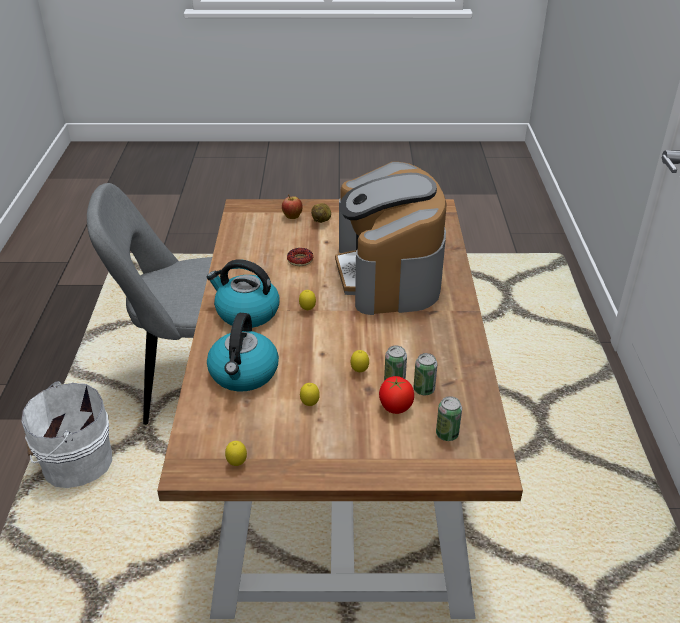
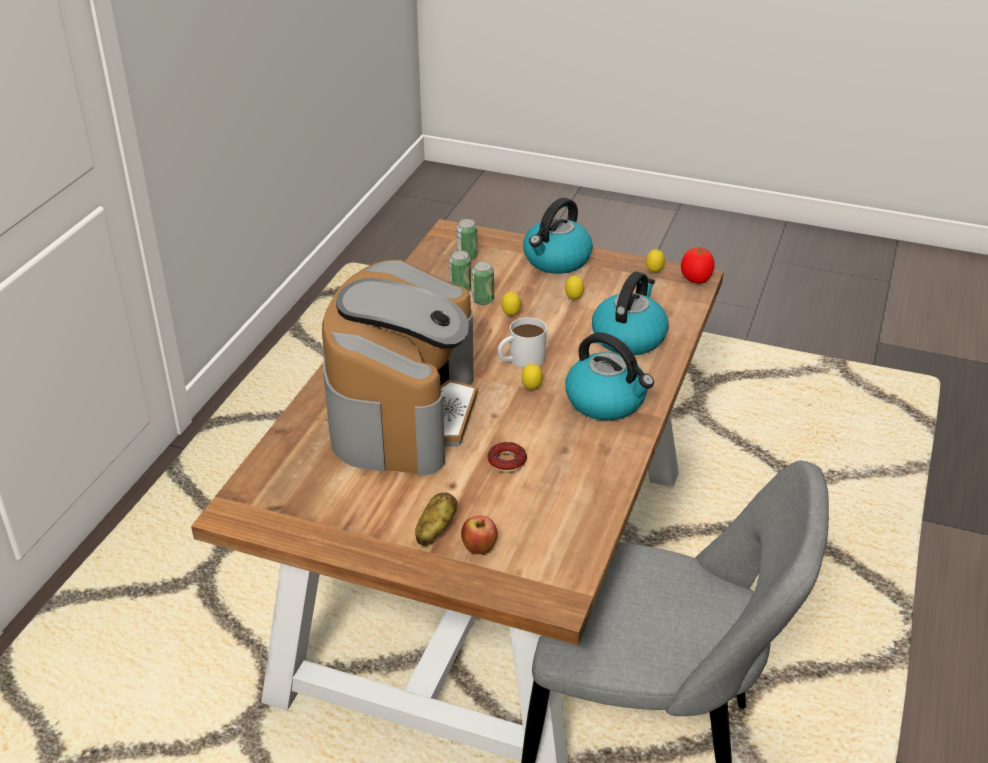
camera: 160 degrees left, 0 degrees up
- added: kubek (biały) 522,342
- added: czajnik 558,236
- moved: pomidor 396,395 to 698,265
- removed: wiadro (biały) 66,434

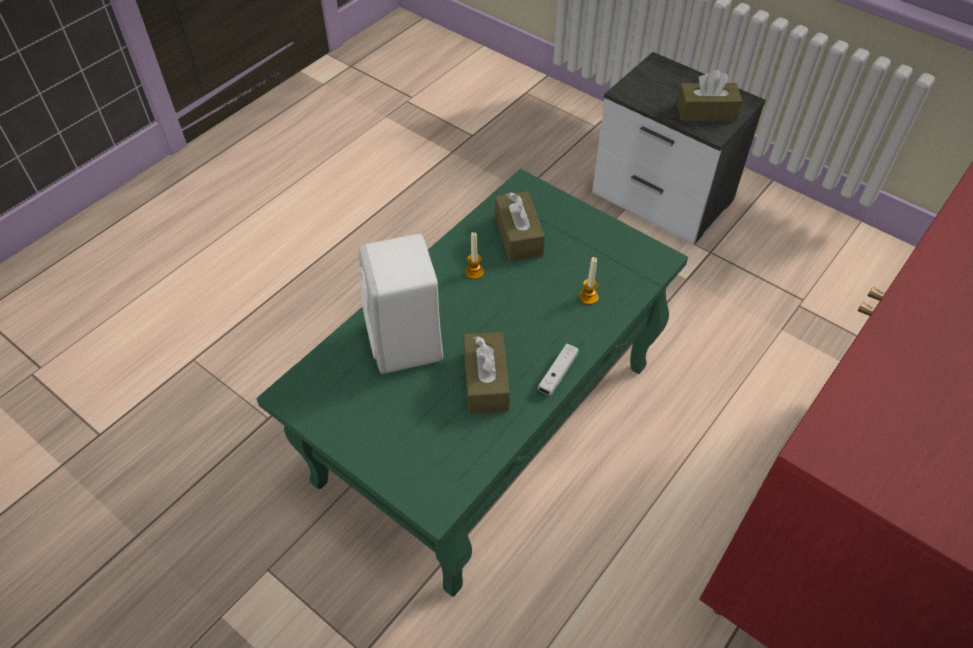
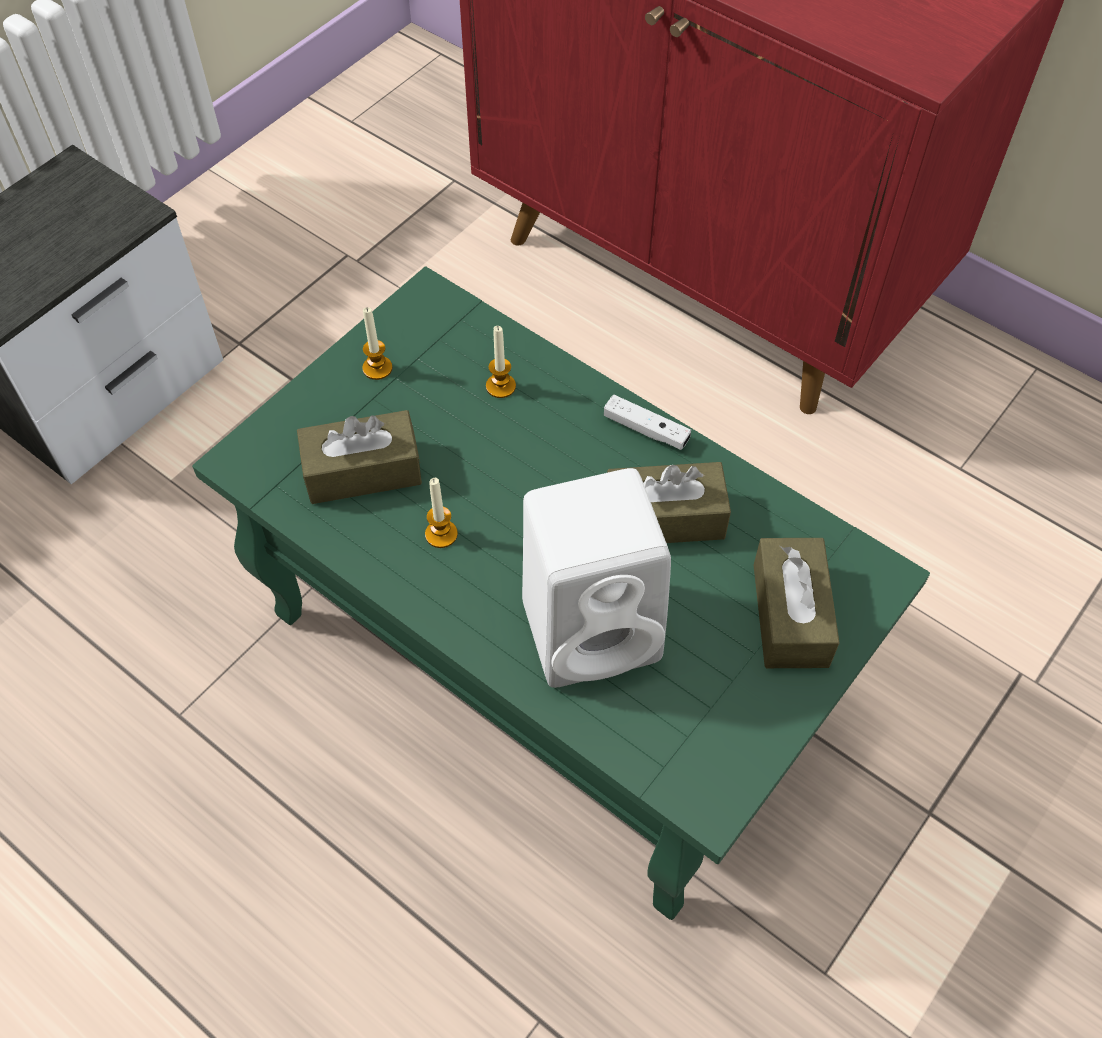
camera: 90 degrees left, 5 degrees up
- added: świeca 377,343
- moved: pudełko chusteczek (brązowy) 709,96 to 797,603

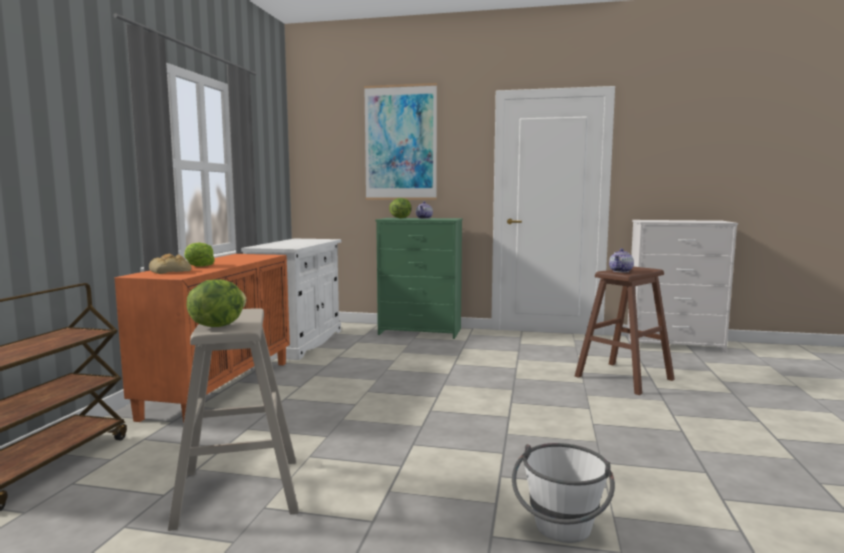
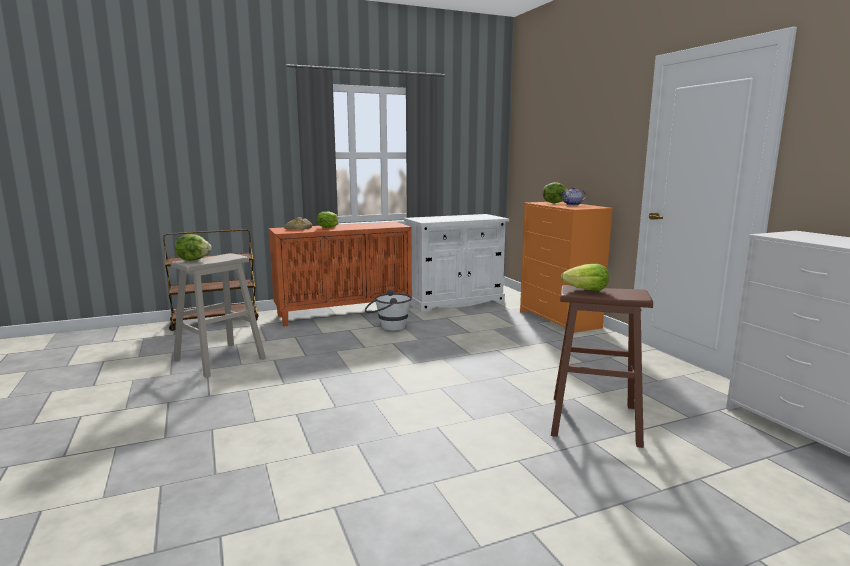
camera: 55 degrees right, 5 degrees up
- moved: wiadro (biały) 563,493 to 388,310
- recoloured: komoda (zielony) 419,278 to komoda (pomarańczowy) 566,267
- replaced: imbryk 621,261 to sałata 585,277
- removed: obraz 400,141

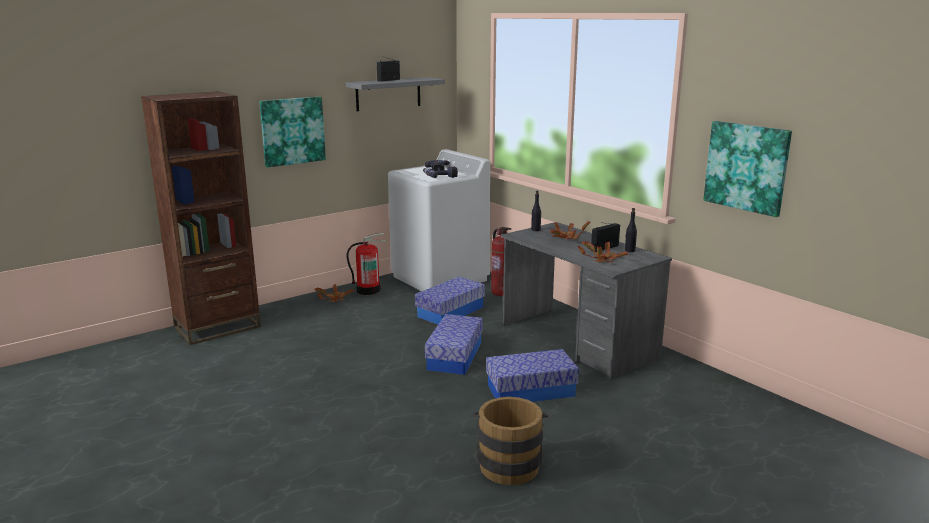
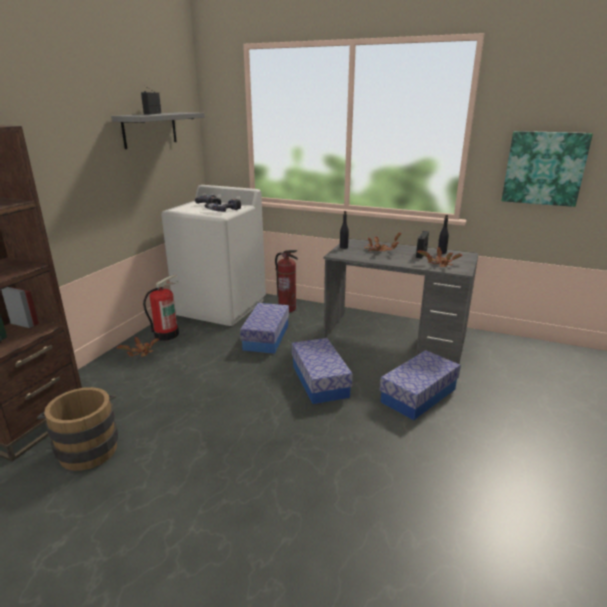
camera: 30 degrees left, 5 degrees up
- moved: wiadro (brązowy) 510,441 to 77,429
- removed: obraz 292,132

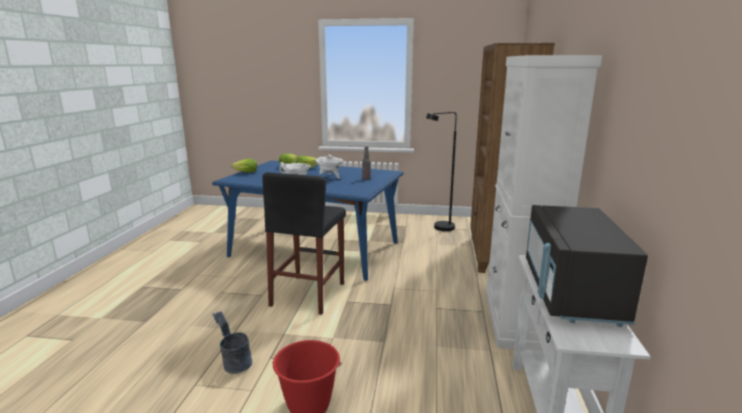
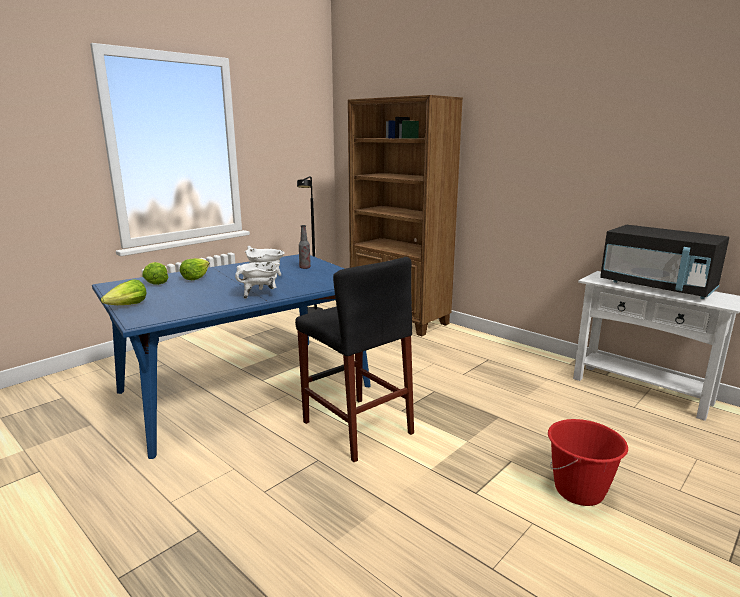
camera: 55 degrees left, 0 degrees up
- removed: wiadro (szary) 232,342
- removed: szafka (biały) 544,203

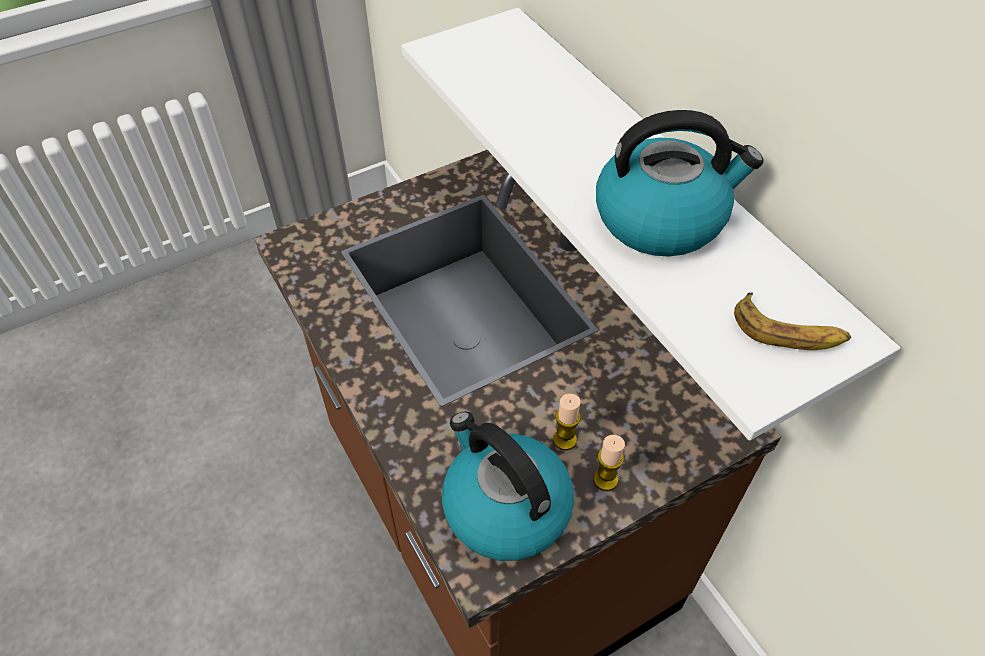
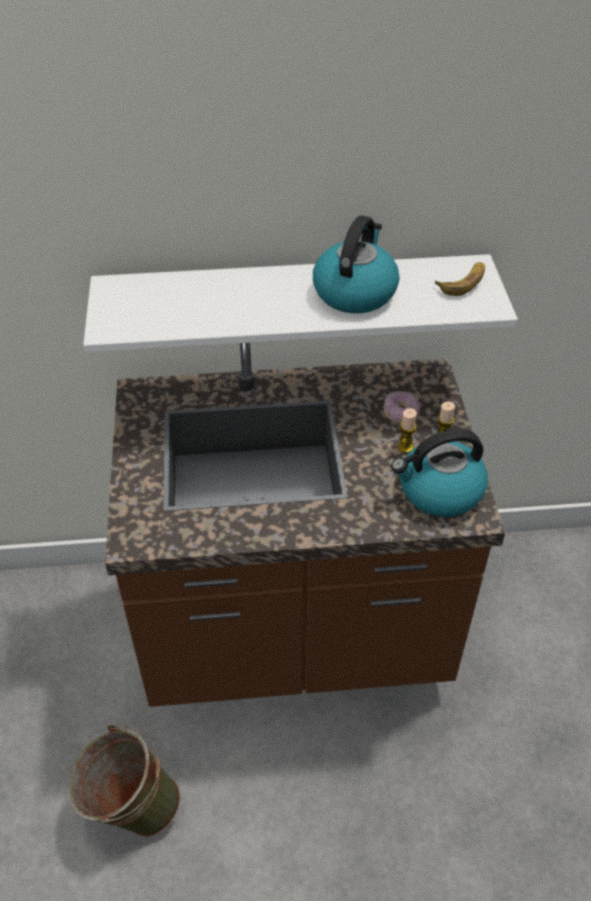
camera: 65 degrees left, 5 degrees down
- added: wiadro (zielony) 125,781
- added: donut 402,407

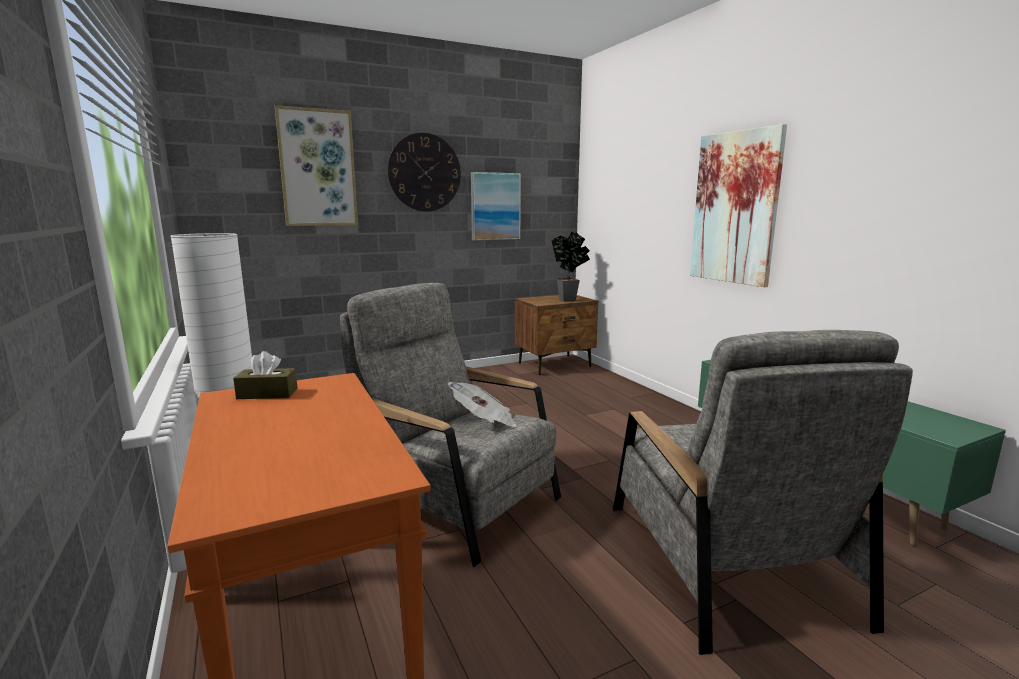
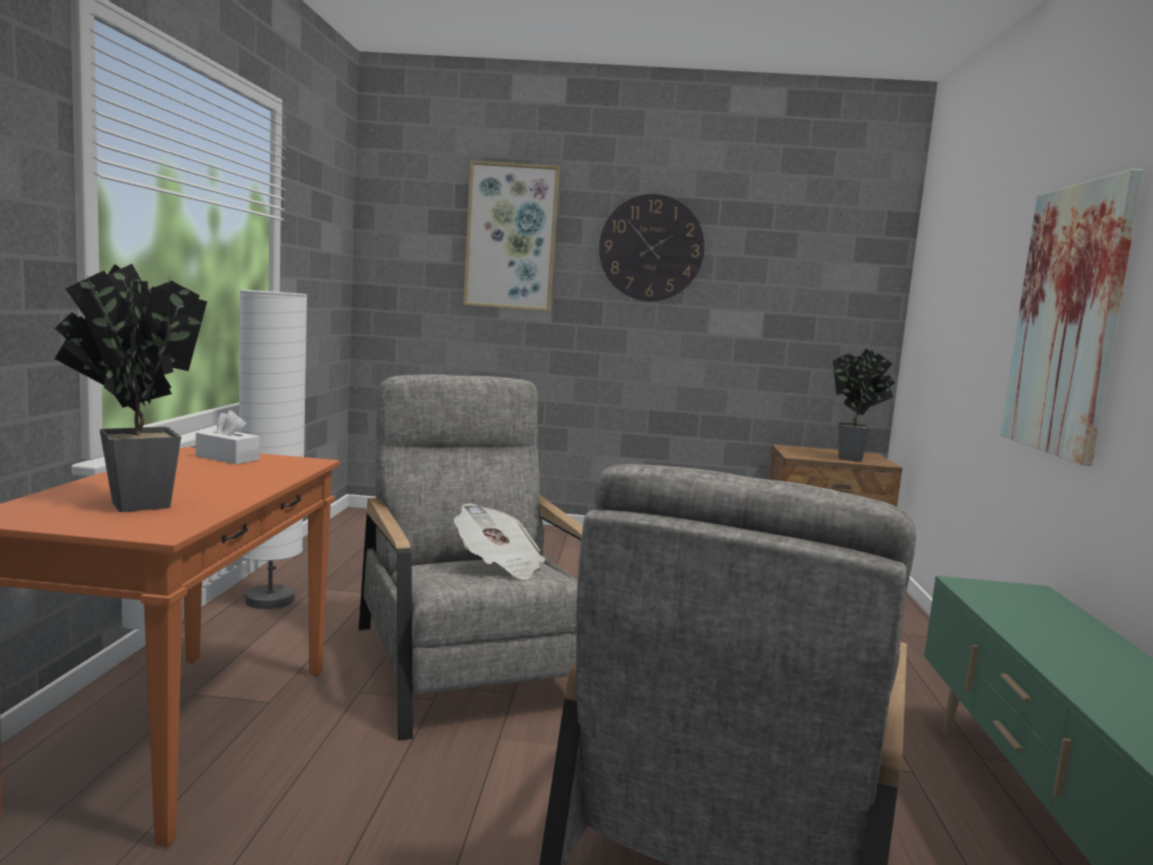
camera: 30 degrees right, 5 degrees down
- added: roślina doniczkowa 131,388
- recoloured: pudełko chusteczek (brązowy) 265,375 to pudełko chusteczek (biały) 228,437
- removed: obraz 496,206

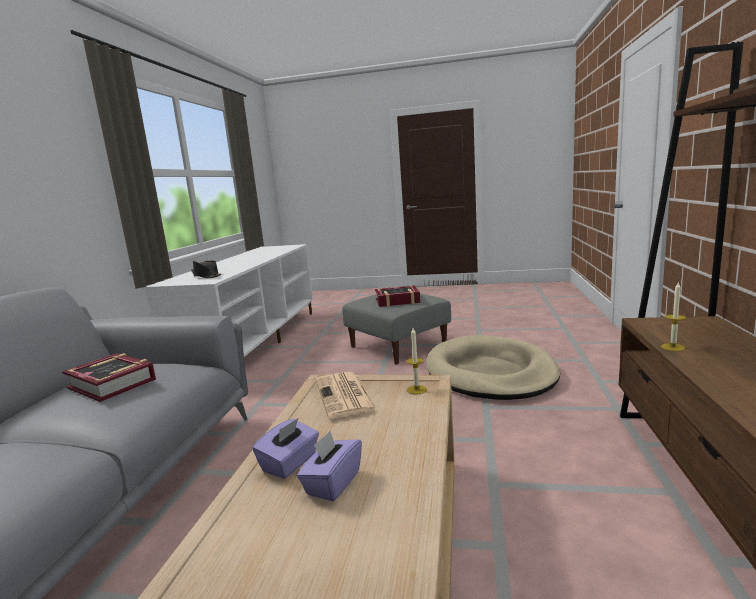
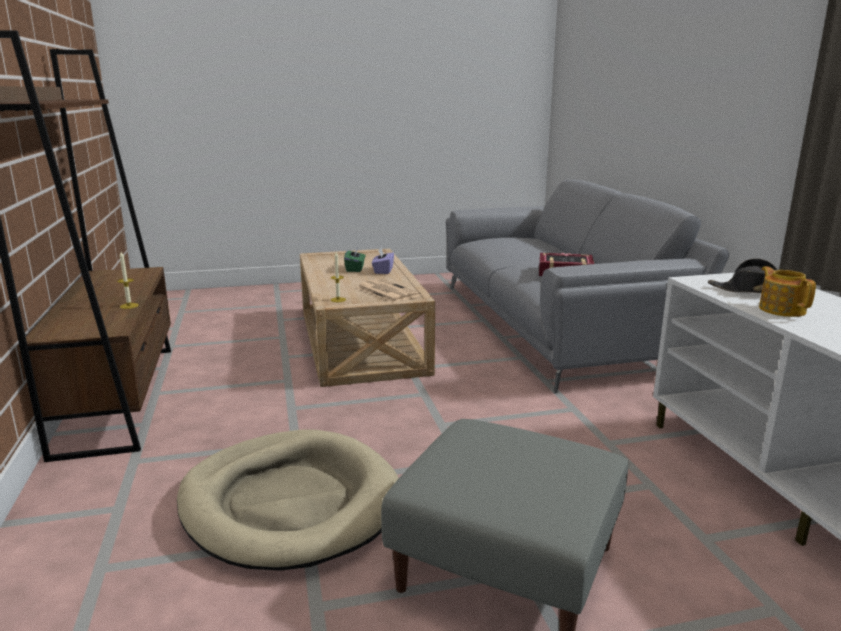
camera: 155 degrees right, 5 degrees up
- recoloured: pudełko chusteczek (fioletowy) 329,466 to pudełko chusteczek (zielony) 354,259
- added: imbryk 787,291
- removed: książka 398,296

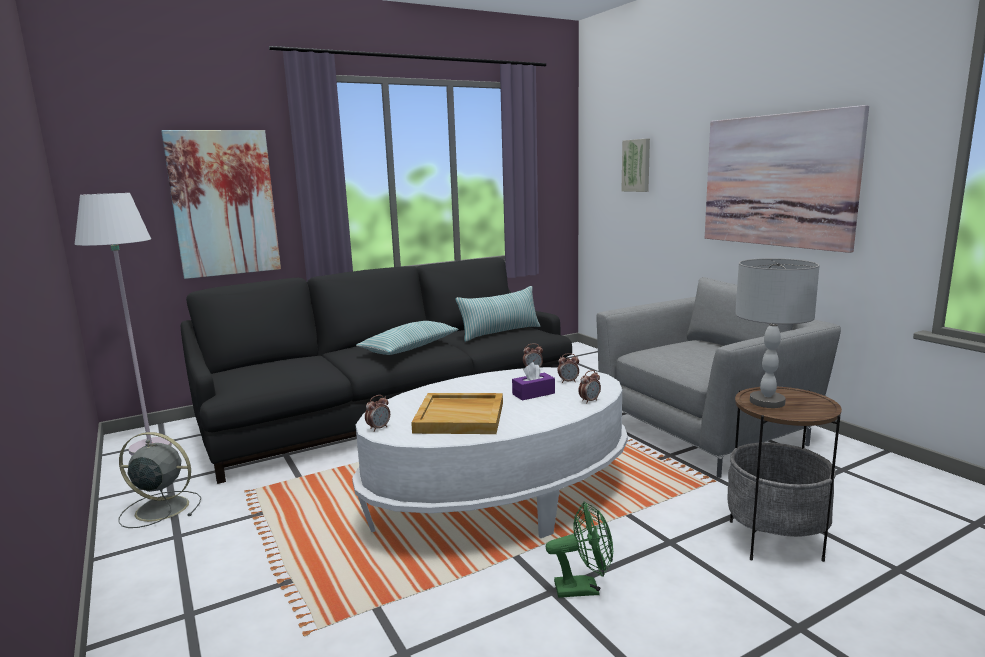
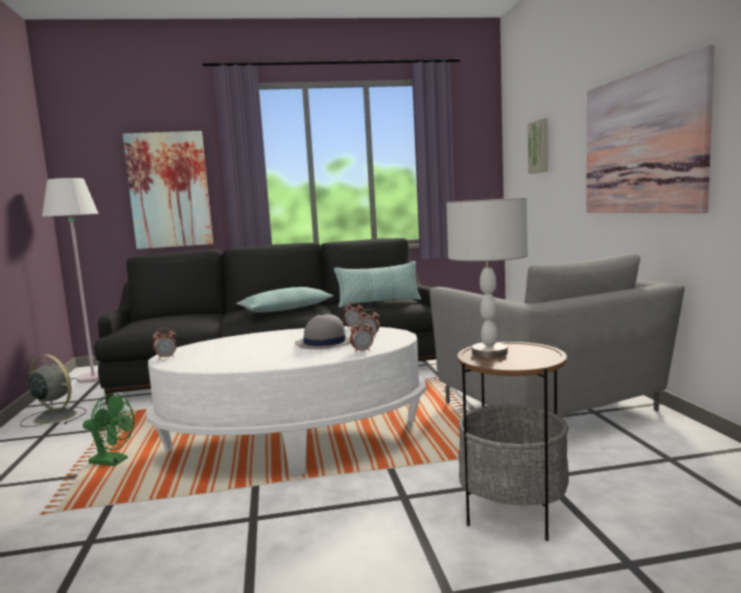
camera: 20 degrees right, 5 degrees down
- moved: wentylator (zielony) 579,550 to 109,429
- replaced: pudełko chusteczek (fioletowy) 533,381 to kapelusz (szary) 322,331
- turned: fotel (szary) 719,377 = 557,334 75 degrees clockwise
- removed: taca (beżowy) 457,413

